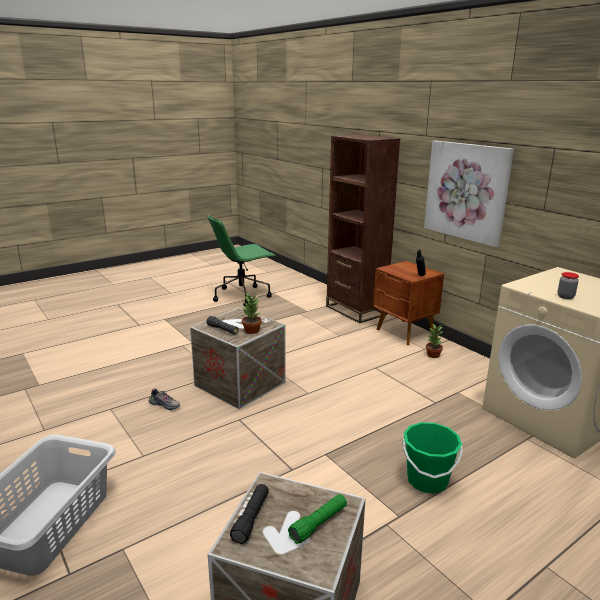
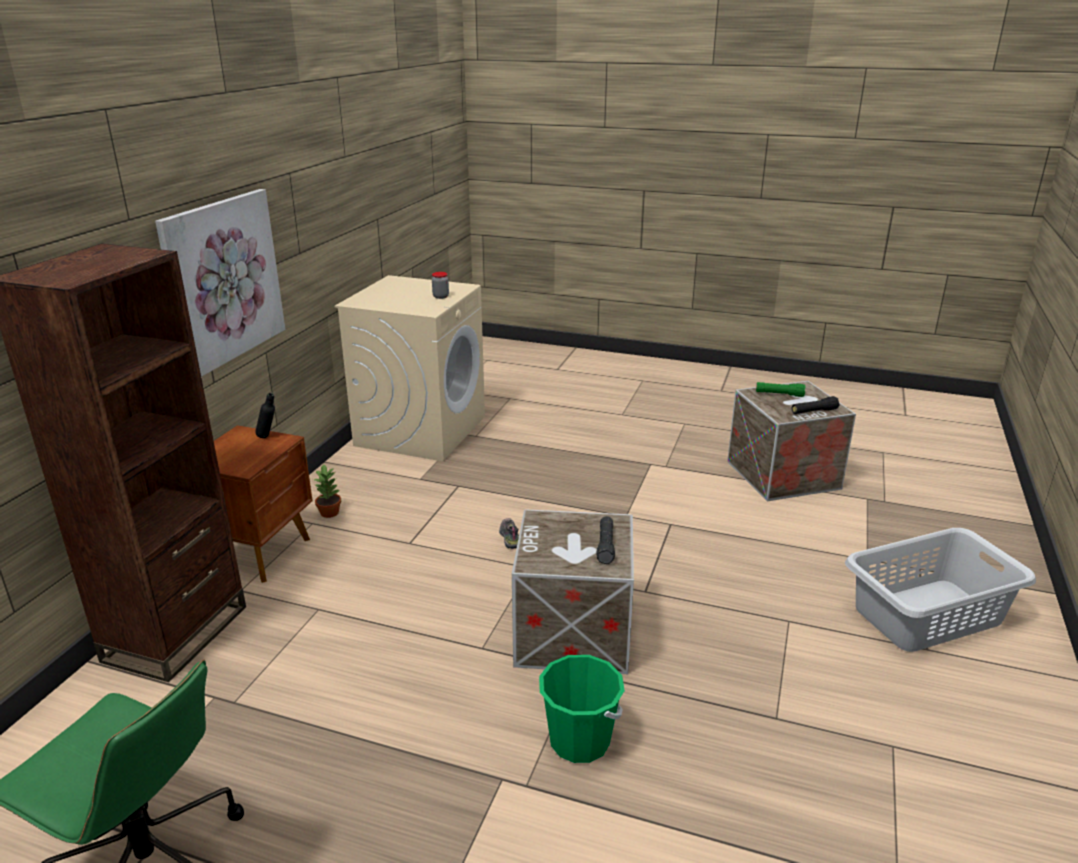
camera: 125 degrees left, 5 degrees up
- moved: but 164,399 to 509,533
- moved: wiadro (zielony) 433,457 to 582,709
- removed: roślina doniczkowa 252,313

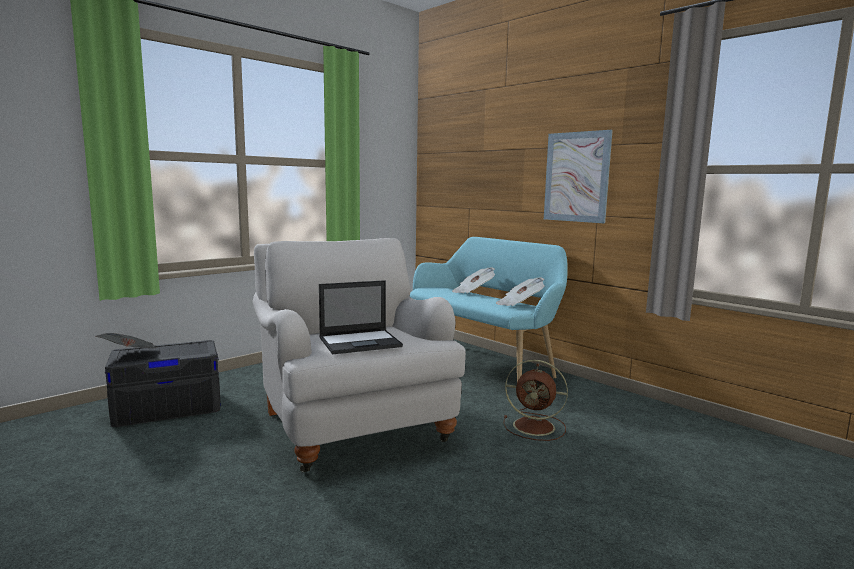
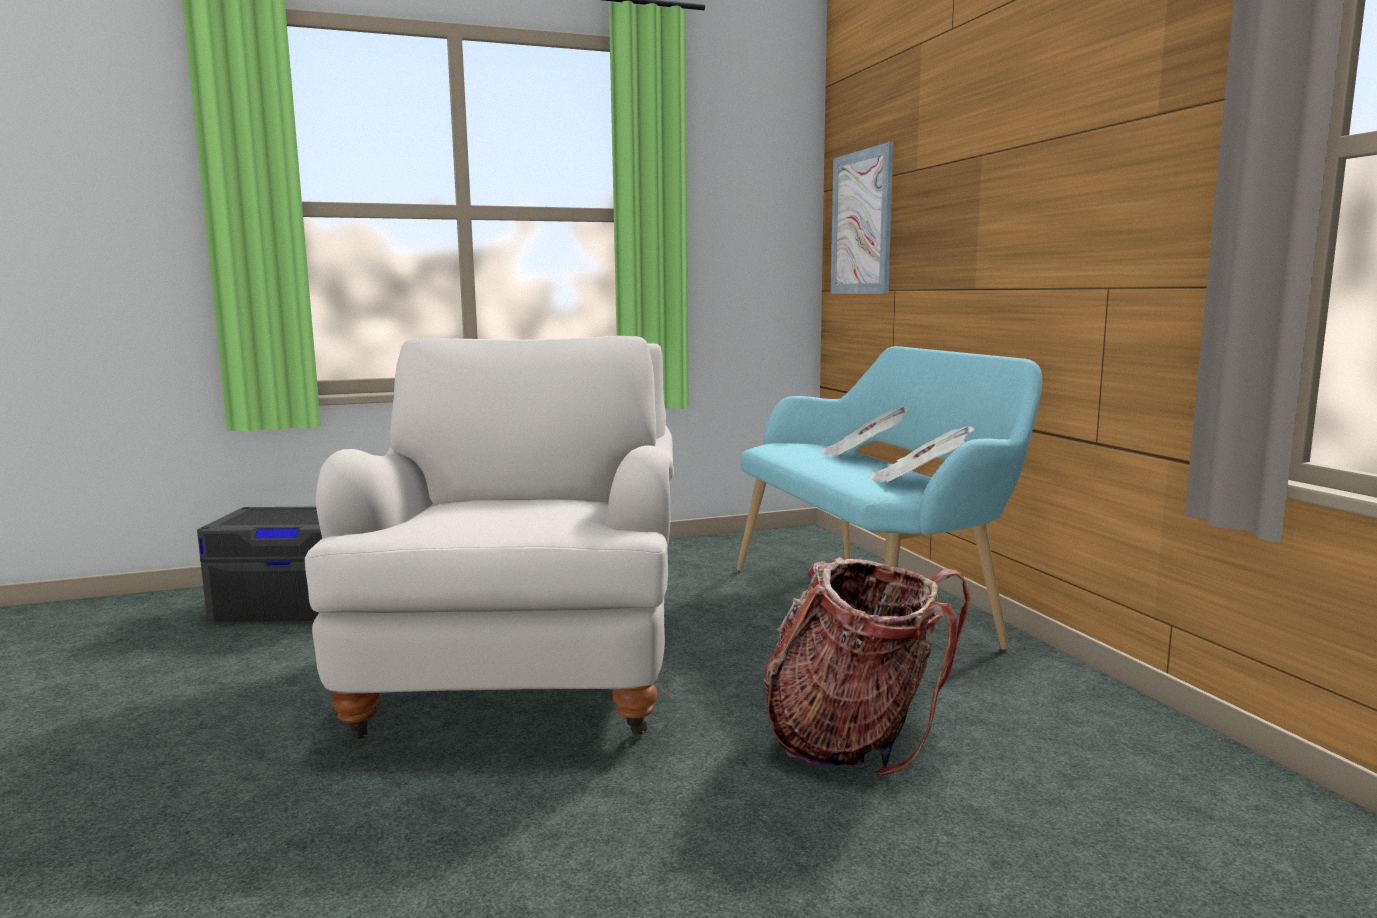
camera: 25 degrees right, 0 degrees up
- replaced: wentylator (brązowy) 536,400 to plecak 867,666
- moved: obraz 578,176 to 862,218
- removed: gazeta 126,340
- removed: laptop 361,317

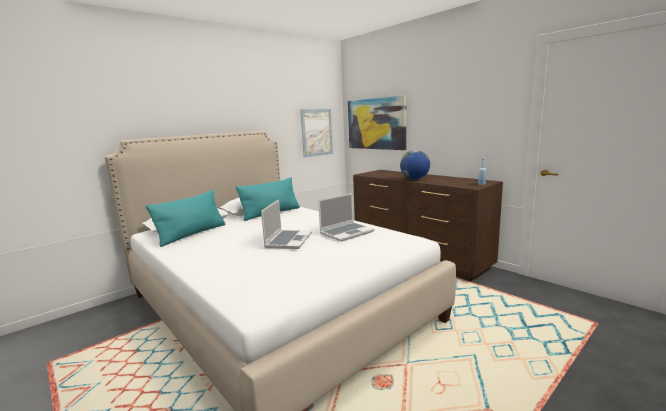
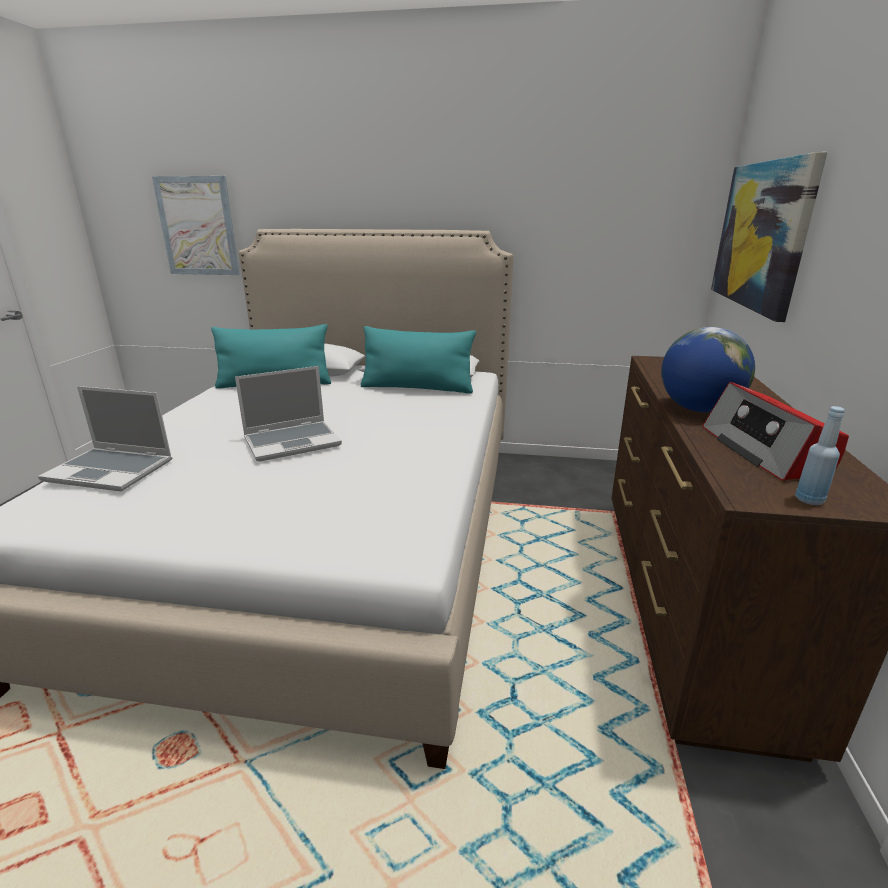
camera: 50 degrees right, 10 degrees up
- moved: laptop 346,217 to 105,439
- moved: obraz 316,133 to 196,225
- added: radio 775,431

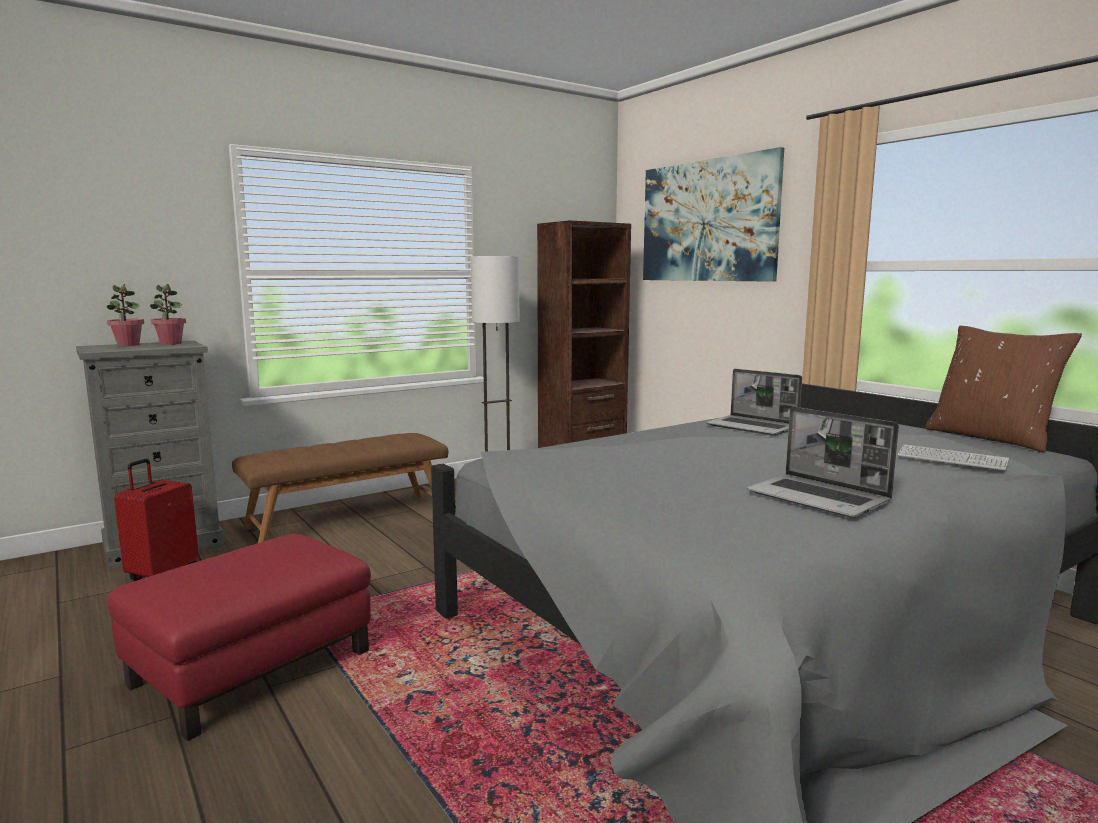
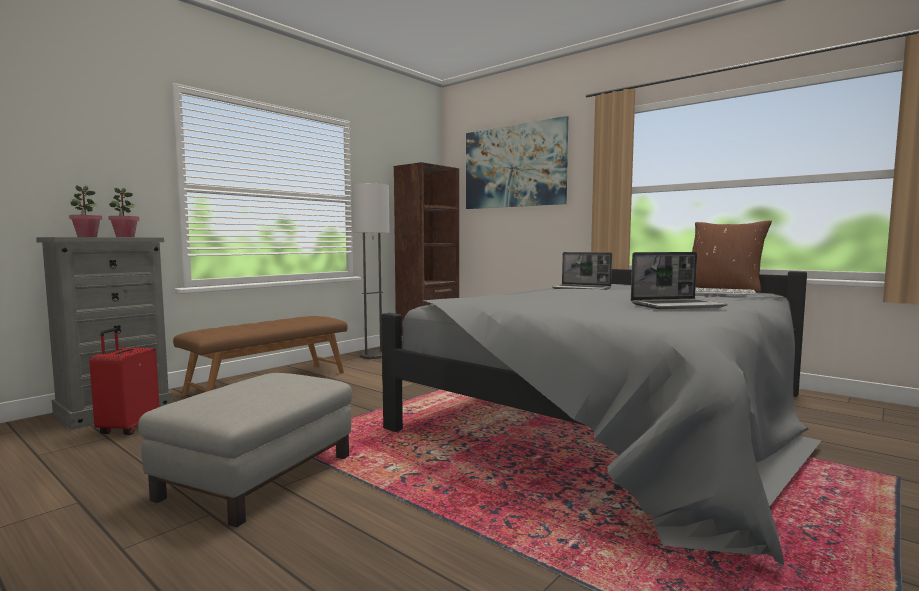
camera: 15 degrees left, 5 degrees down
- recoloured: pufa (czerwony) 239,637 to pufa (szary) 245,450
- turned: laptop 823,462 = 679,280 45 degrees counterclockwise

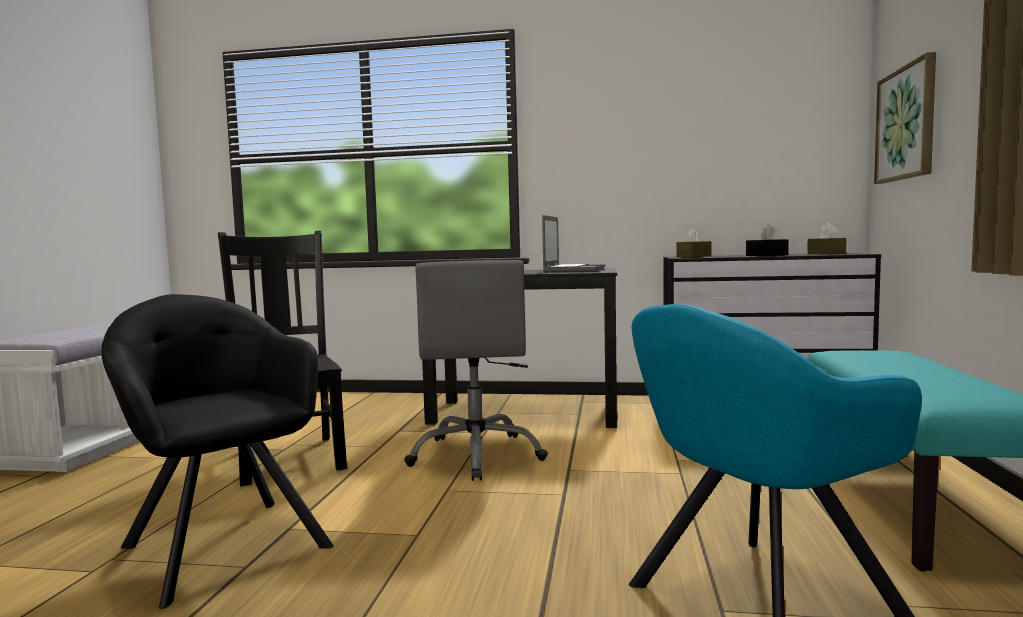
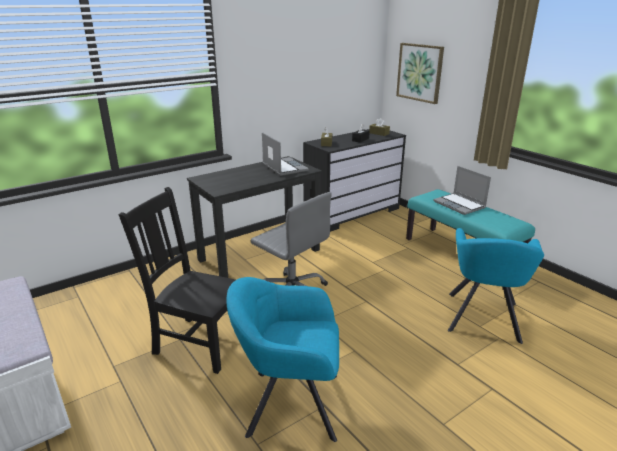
camera: 45 degrees left, 20 degrees up
- recoloured: fotel (czarny) 217,451 to fotel (turkusowy) 282,359
- added: laptop 462,190

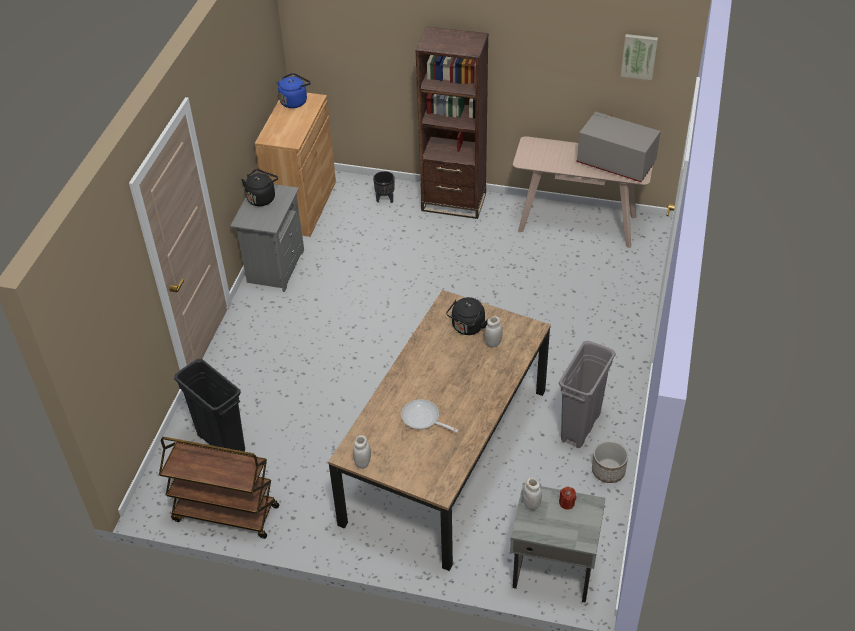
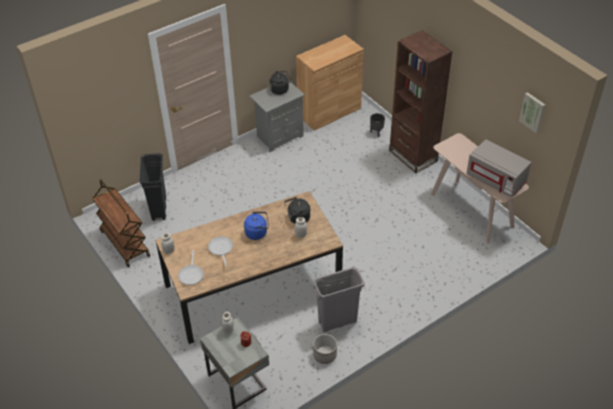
camera: 40 degrees right, 0 degrees up
- added: patelnia 191,267
- moved: czajnik (niebieski) 294,90 to 256,226
- turned: mikrofalówka (szary) 618,146 = 498,168 150 degrees clockwise

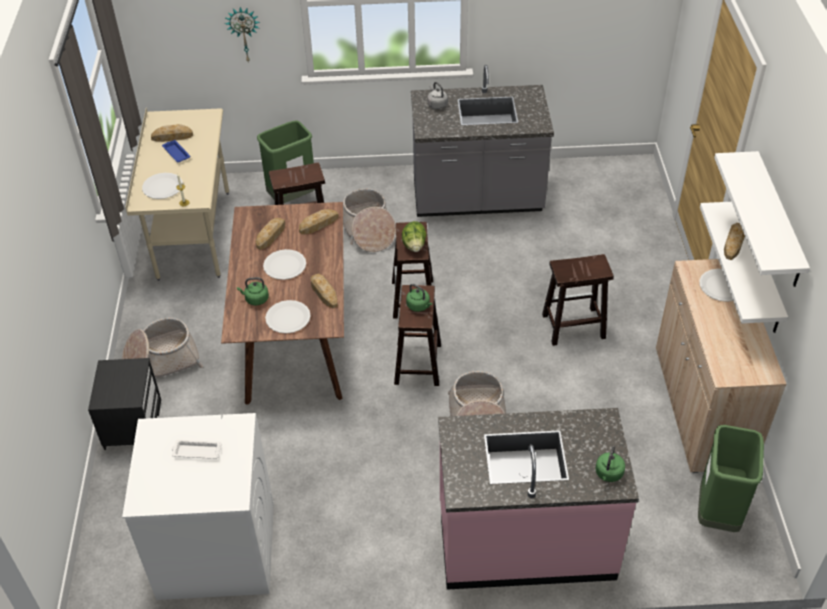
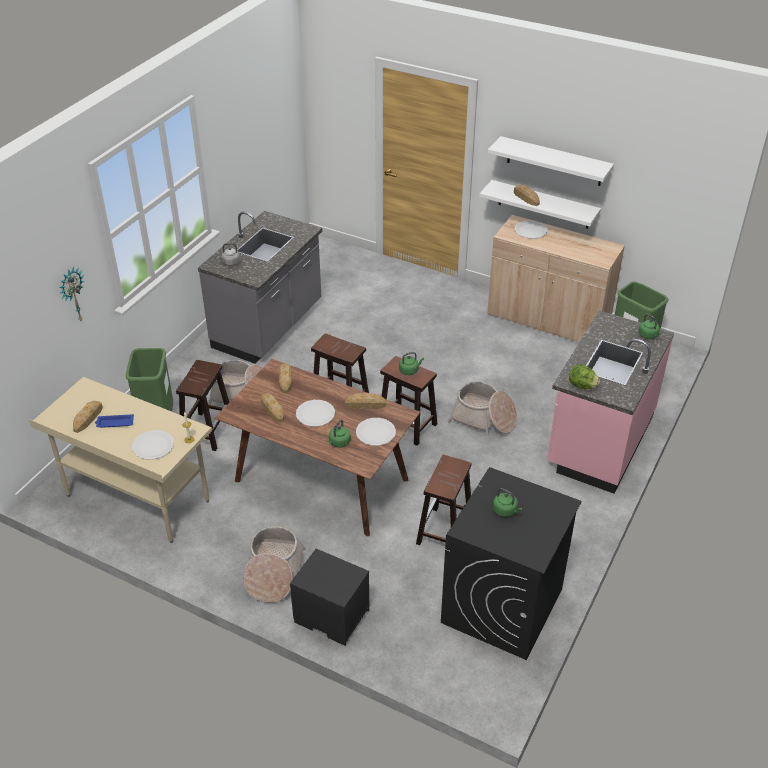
camera: 60 degrees left, 5 degrees down
- moved: stołek (brązowy) 578,300 to 444,500
- recoloured: pralka (biały) 198,506 to pralka (czarny) 511,563
- replaced: taca (biały) 196,449 to czajnik (zielony) 507,502
- moved: sałata 414,236 to 584,377

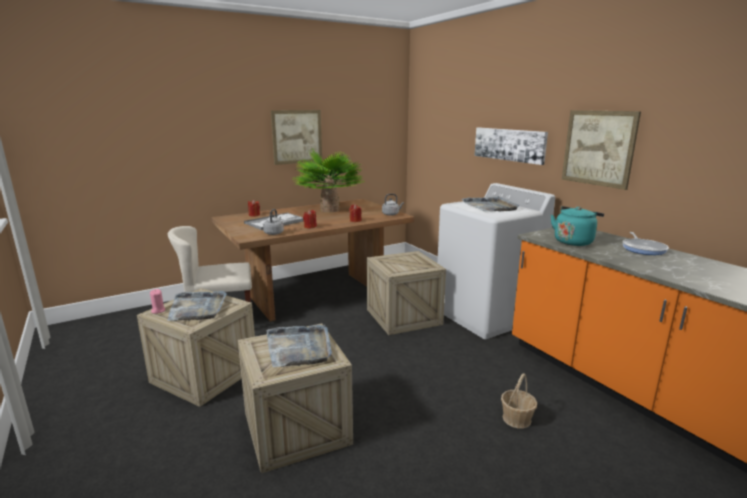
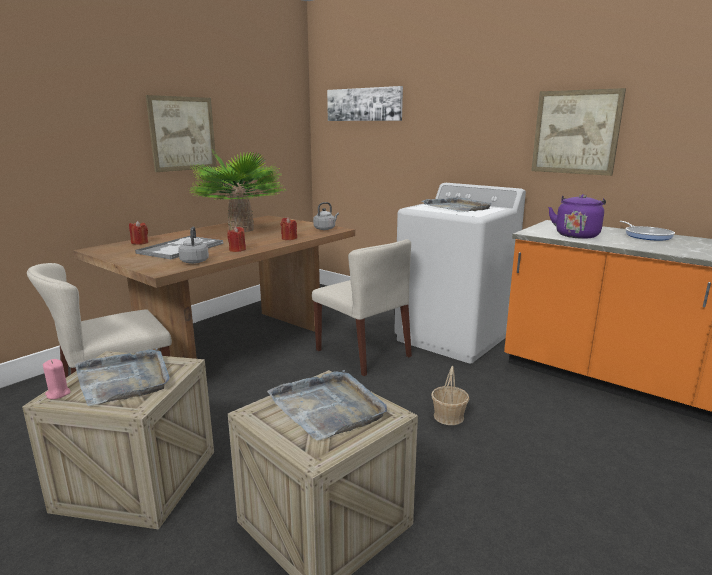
camera: 20 degrees left, 0 degrees up
- replaced: skrzynka 406,293 to krzesło (beżowy) 362,307
- moved: obraz 511,146 to 365,103
- moved: koszyk 519,401 to 450,395
- recoloured: czajnik (turkusowy) 577,226 to czajnik (fioletowy) 577,216

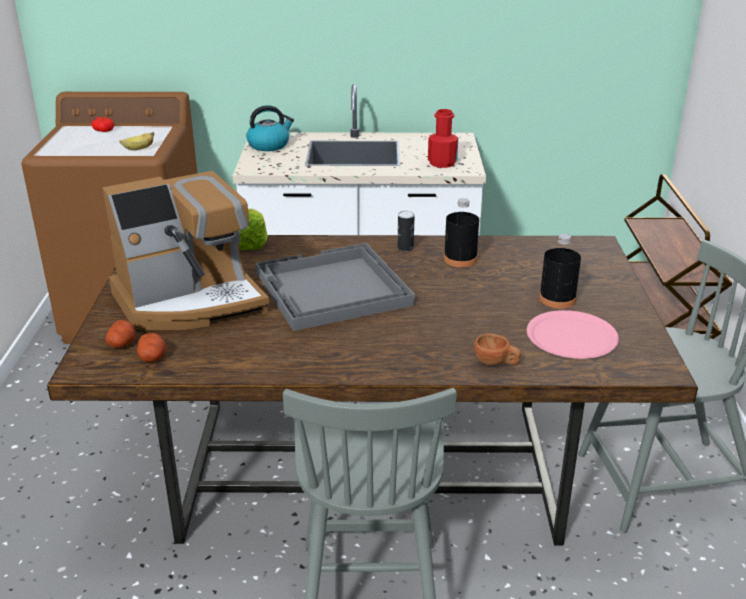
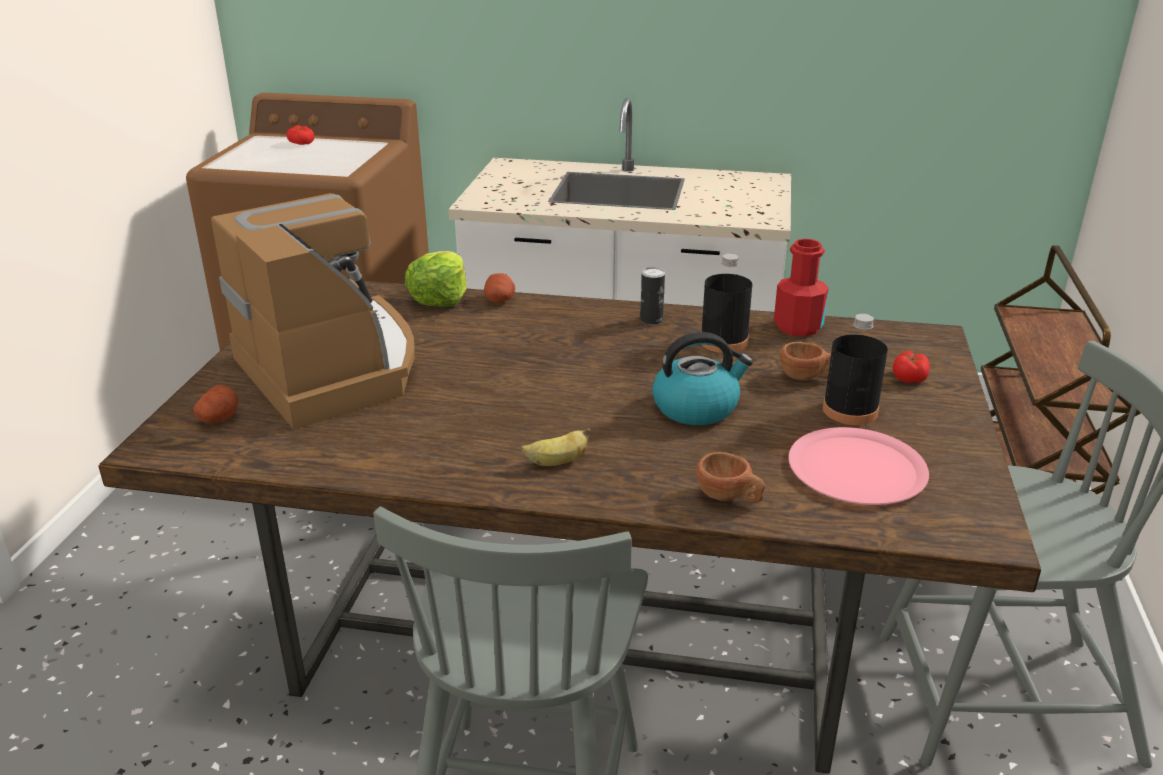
camera: 10 degrees right, 0 degrees up
- turned: ekspres do kawy 185,250 = 312,311 105 degrees counterclockwise
- moved: ziemniak 152,347 to 499,288
- moved: banan 137,141 to 556,447
- moved: czajnik 270,128 to 702,378
- moved: butelka (czerwony) 443,138 to 801,288
- added: filiżanka (brązowy) 805,361
- added: pomidor 911,367
- removed: taca (szary) 335,287

